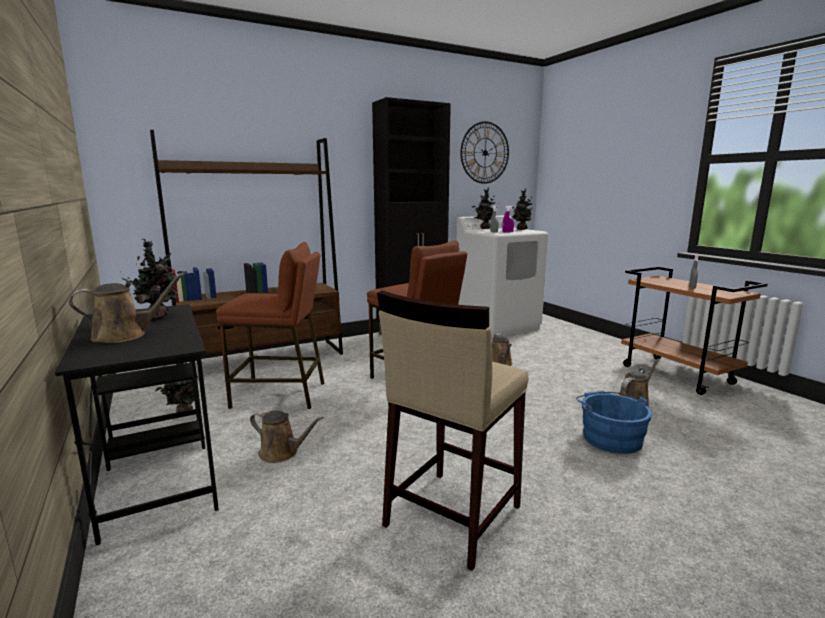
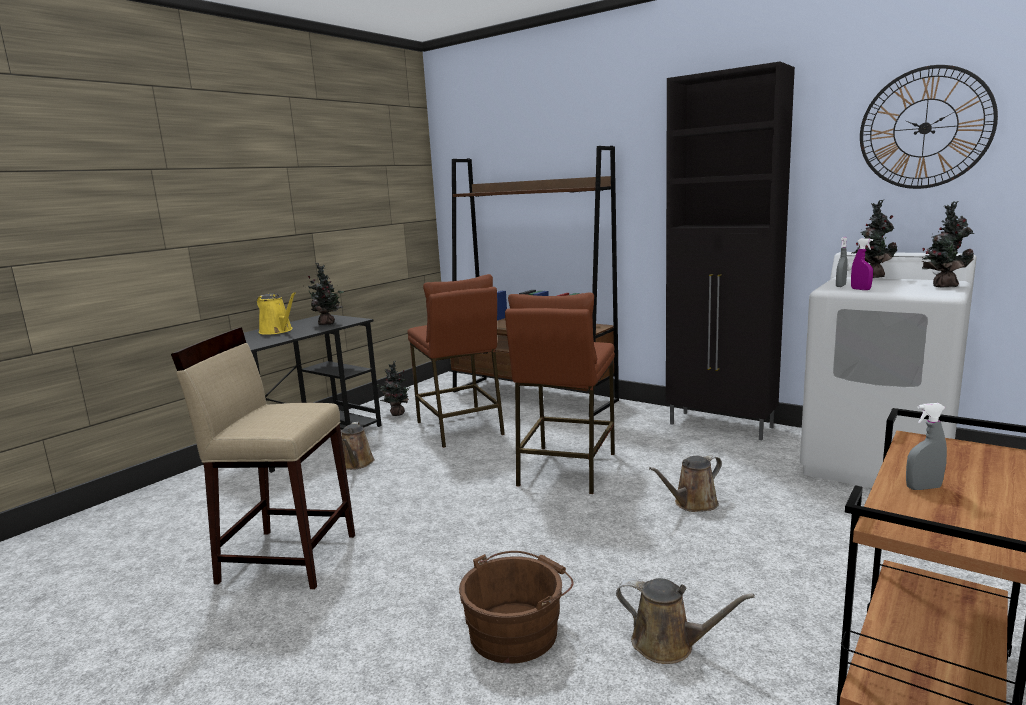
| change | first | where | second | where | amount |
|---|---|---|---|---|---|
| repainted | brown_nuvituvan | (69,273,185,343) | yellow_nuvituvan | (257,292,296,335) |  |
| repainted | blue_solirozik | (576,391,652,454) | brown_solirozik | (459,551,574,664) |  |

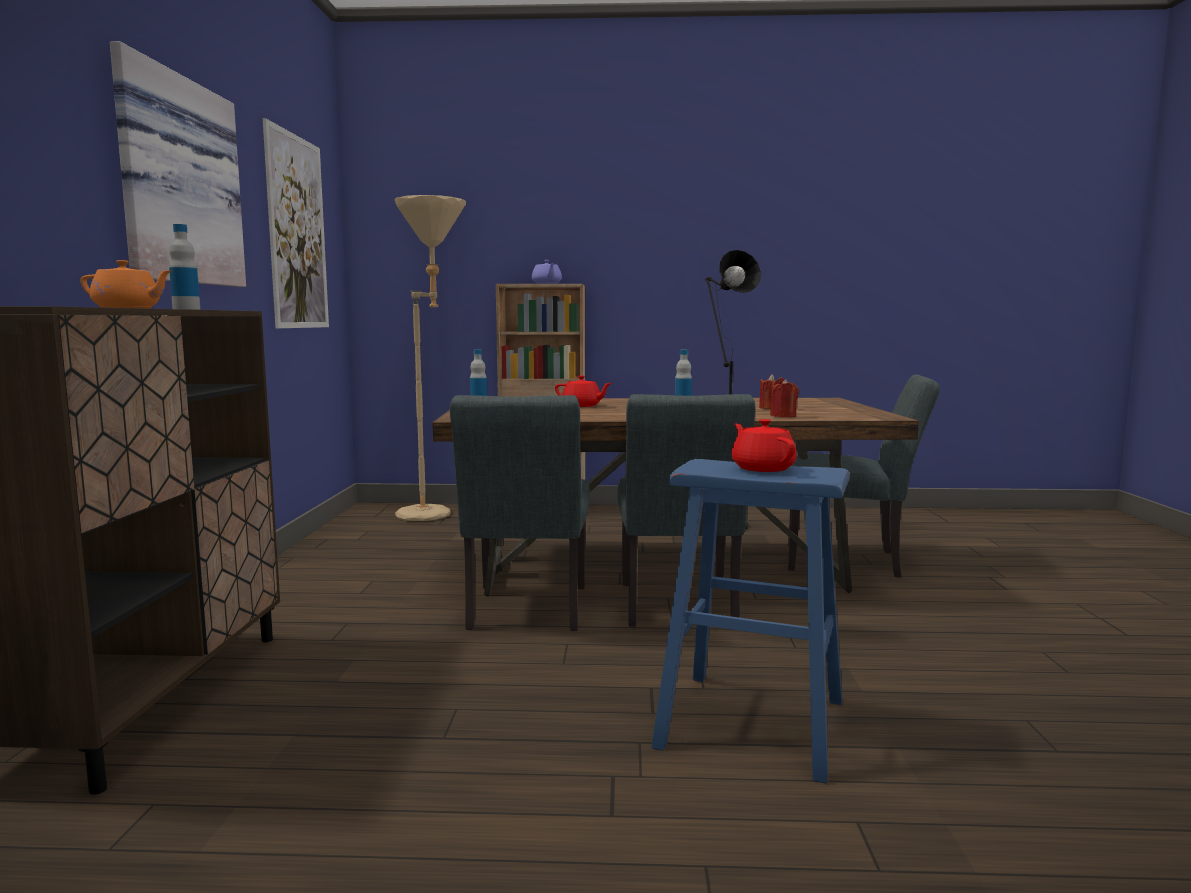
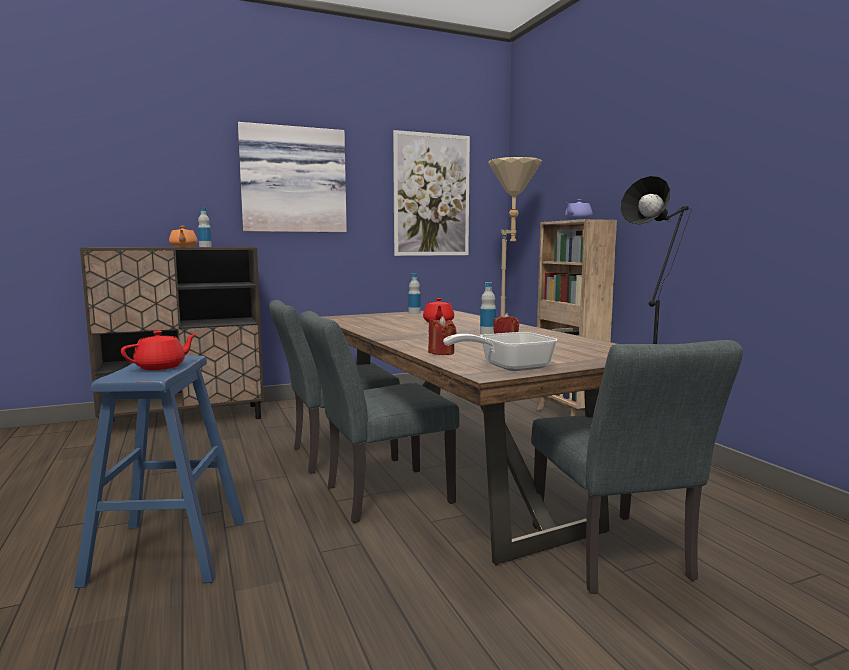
| change | first | where | second | where | amount |
|---|---|---|---|---|---|
| new |  |  | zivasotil | (443,332,558,371) |  |

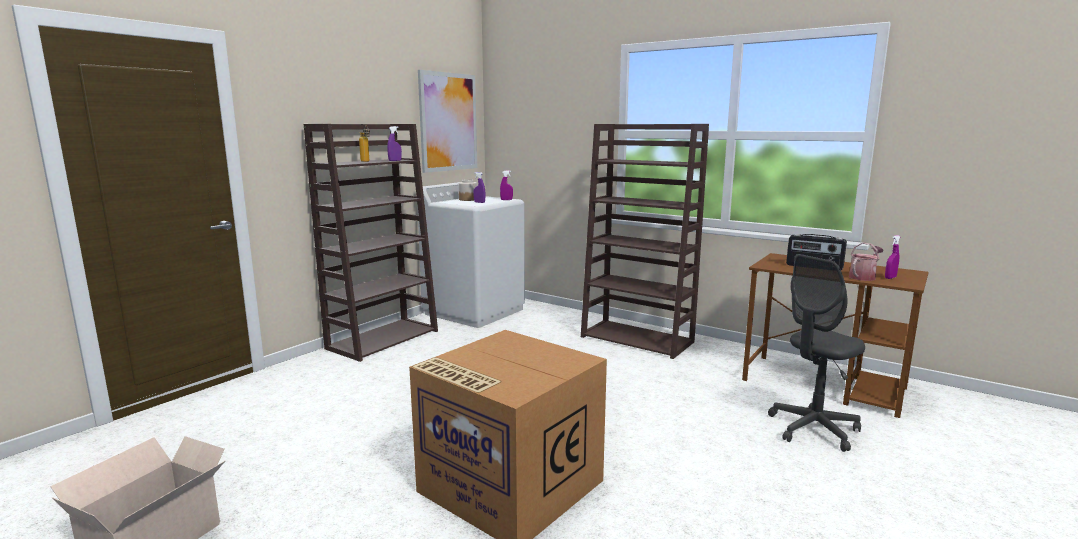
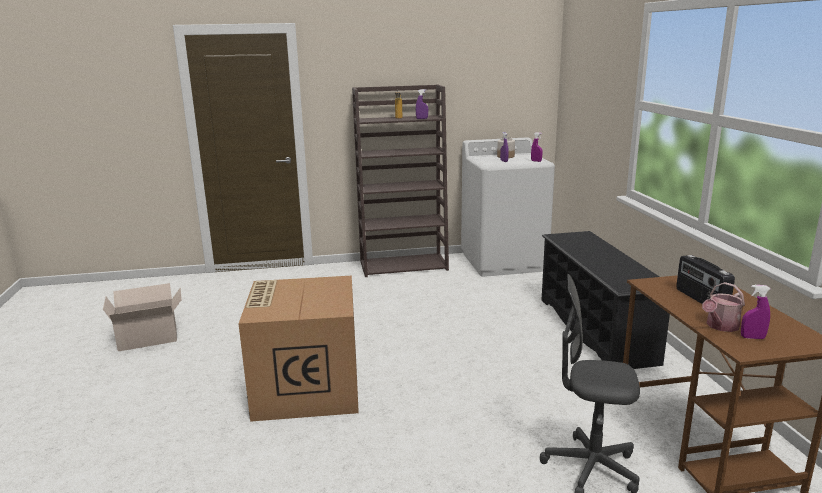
| change | first | where | second | where | amount |
|---|---|---|---|---|---|
| gone | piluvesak | (418,70,477,173) |  |  |  |
| swapped | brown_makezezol | (581,124,709,359) | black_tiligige | (541,231,670,369) |  |
| rotated | nuvituvan | (849,243,884,281) |  | (702,282,745,332) | 135 degrees clockwise |

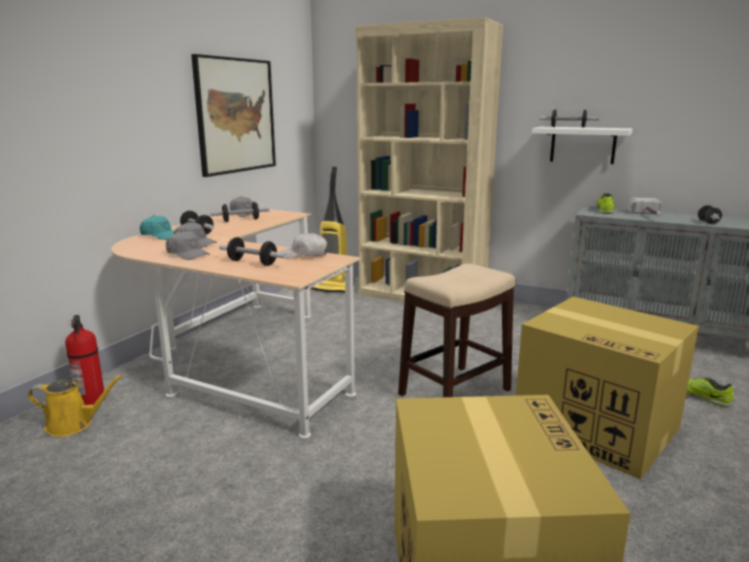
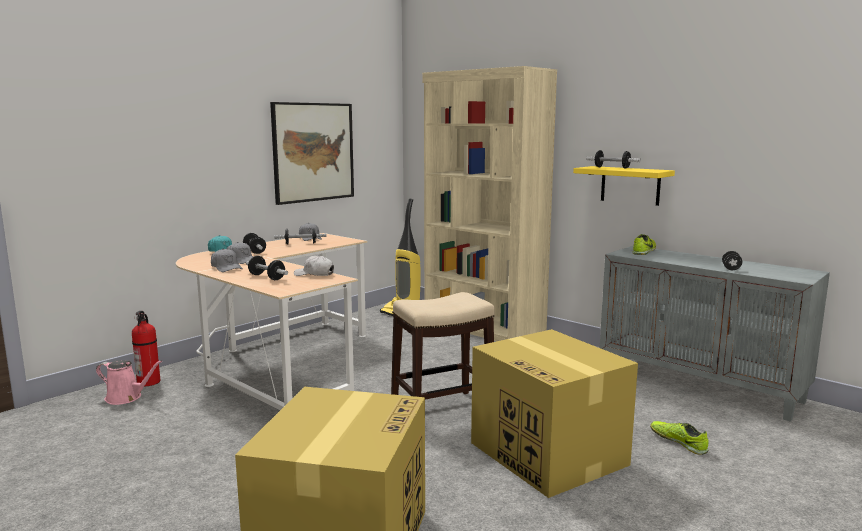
| change | first | where | second | where | amount |
|---|---|---|---|---|---|
| gone | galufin | (628,198,662,216) |  |  |  |
| repainted | yellow_nuvituvan | (28,375,123,437) | pink_nuvituvan | (96,360,162,405) |  |
| repainted | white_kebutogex | (532,127,632,164) | yellow_kebutogex | (573,166,675,206) |  |

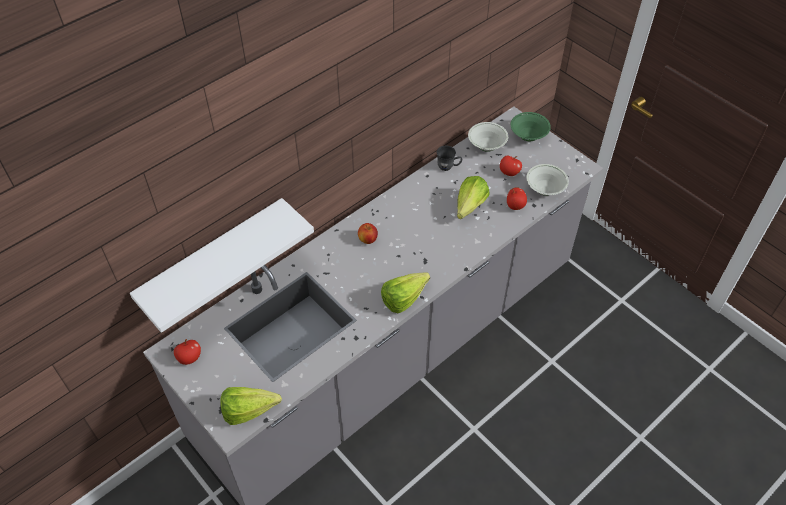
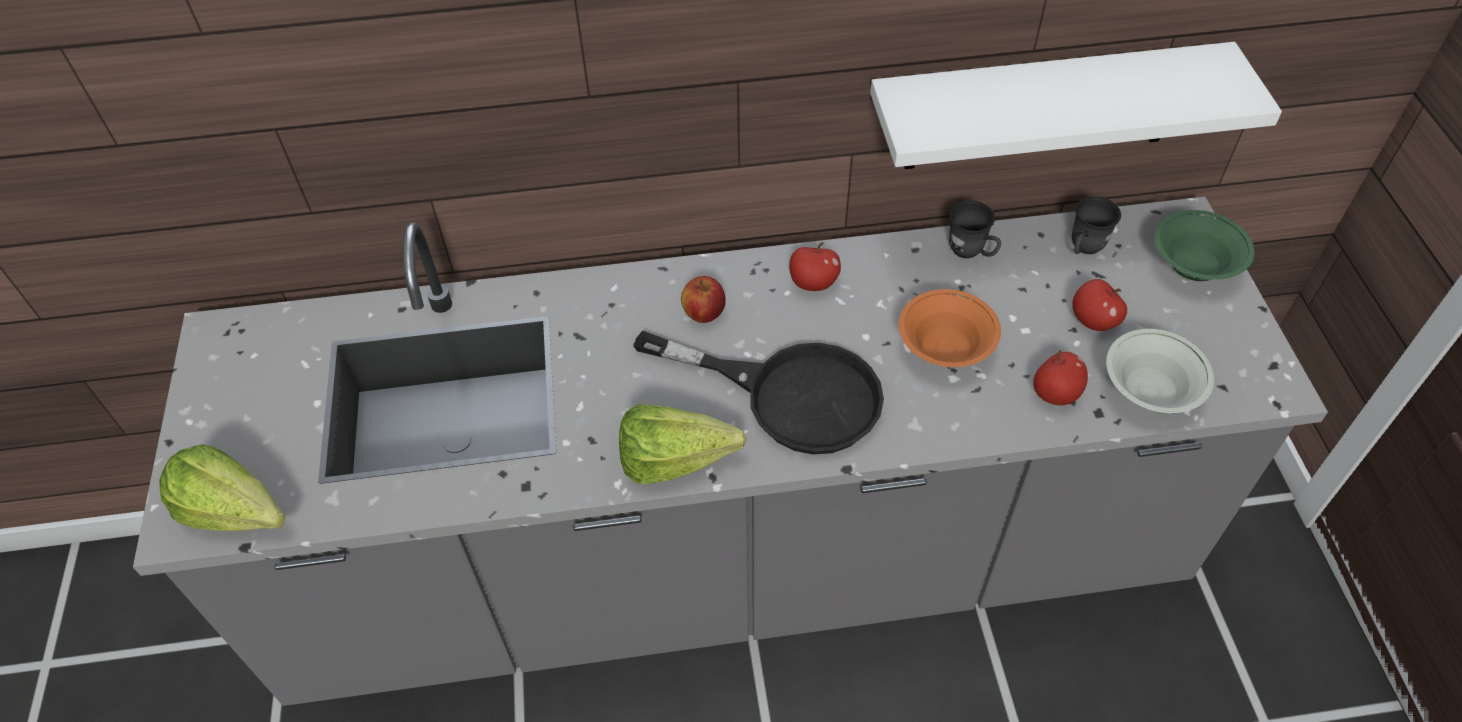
| change | first | where | second | where | amount |
|---|---|---|---|---|---|
| new |  |  | black_zivasotil | (633,331,884,454) |  |
| shifted | white_kebutogex | (130,198,314,333) |  | (870,42,1282,169) |  |
| shifted | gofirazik | (174,339,201,365) |  | (789,242,841,291) |  |
| swapped | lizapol | (457,176,490,220) | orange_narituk | (899,289,1001,367) |  |
| swapped | white_narituk | (468,122,508,152) | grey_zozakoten | (1072,196,1121,254) |  |

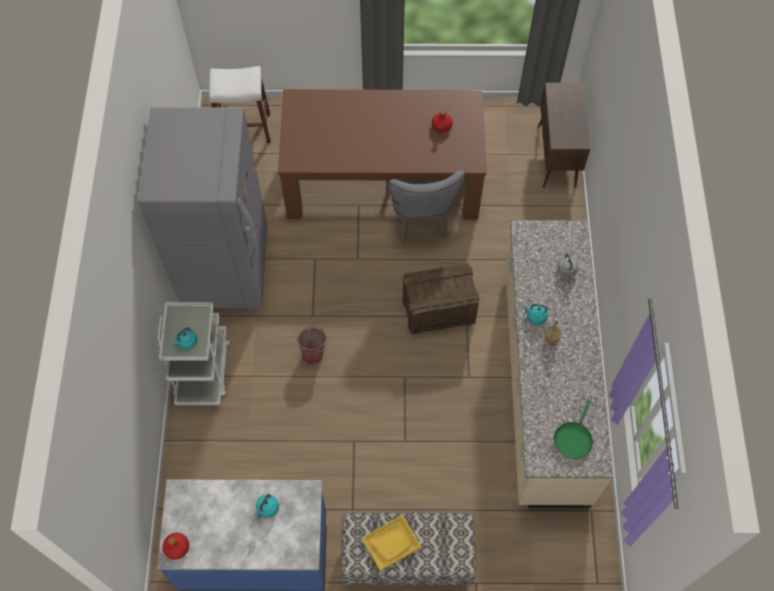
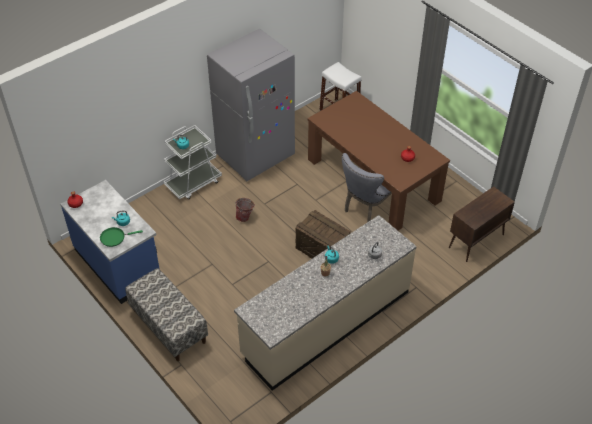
| change | first | where | second | where | amount |
|---|---|---|---|---|---|
| gone | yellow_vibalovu | (362,515,421,571) |  |  |  |
| shifted | green_zivasotil | (554,399,593,459) |  | (100,227,143,247) |  |

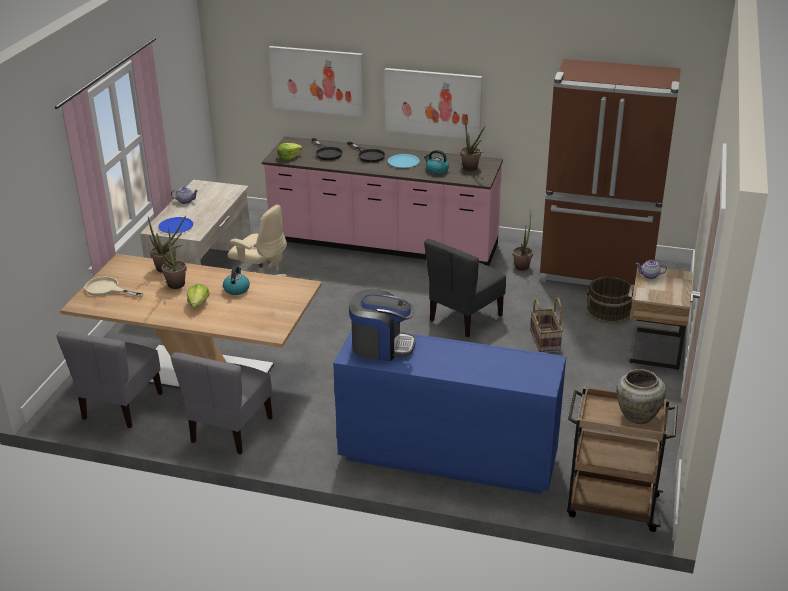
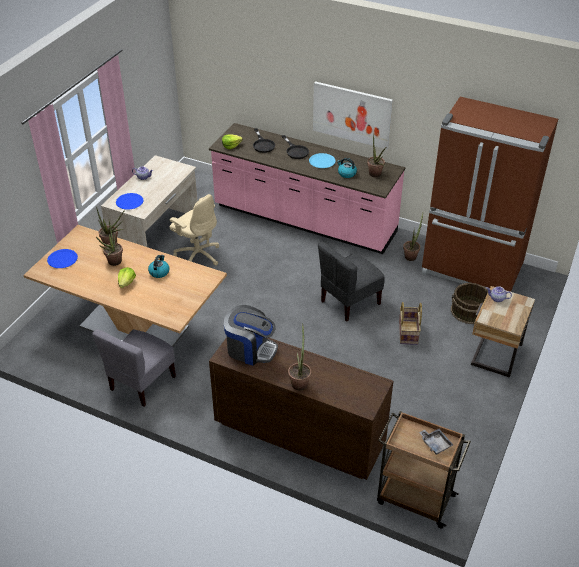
| change | first | where | second | where | amount |
|---|---|---|---|---|---|
| gone | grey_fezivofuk | (57,331,163,428) |  |  |  |
| gone | piluvesak | (269,46,364,117) |  |  |  |
| new |  |  | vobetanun | (288,323,311,391) |  |
| swapped | beige_zivasotil | (84,277,144,298) | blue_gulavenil | (47,249,78,268) |  |
| swapped | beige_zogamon | (616,369,666,424) | grey_vibalovu | (419,429,453,455) |  |
| repainted | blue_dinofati | (333,330,566,494) | brown_dinofati | (209,337,393,480) |  |

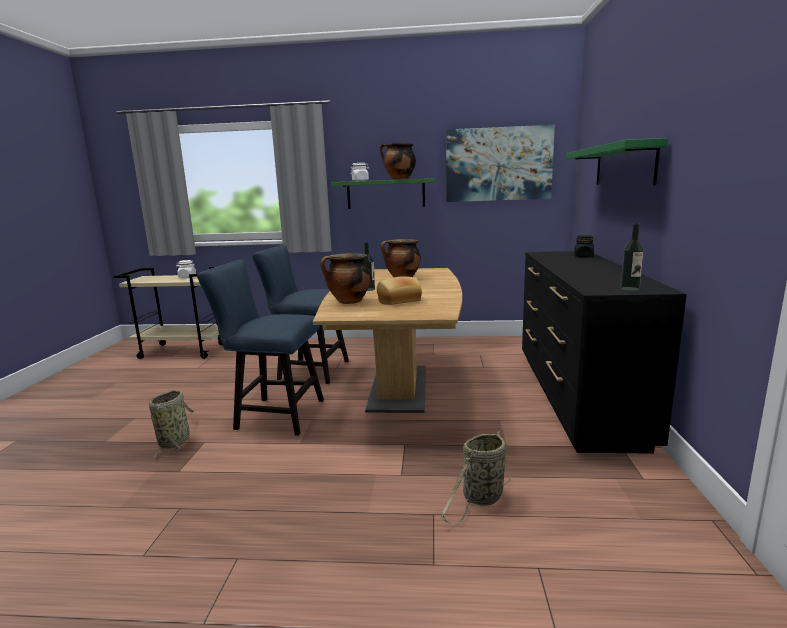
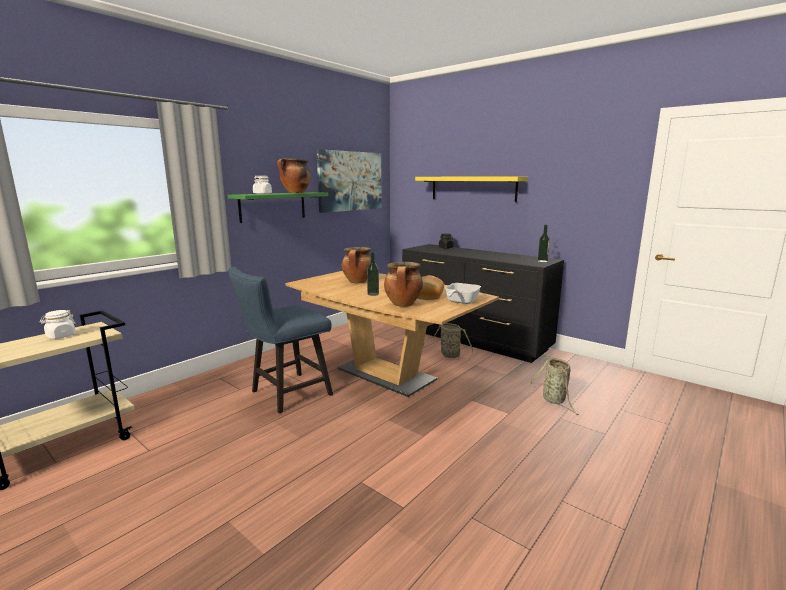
| change | first | where | second | where | amount |
|---|---|---|---|---|---|
| gone | blue_fezivofuk | (197,259,324,436) |  |  |  |
| new |  |  | zivasotil | (445,283,481,304) |  |
| shifted | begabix | (149,390,194,458) |  | (423,323,473,359) |  |
| repainted | green_kebutogex | (566,138,668,185) | yellow_kebutogex | (415,176,528,202) |  |

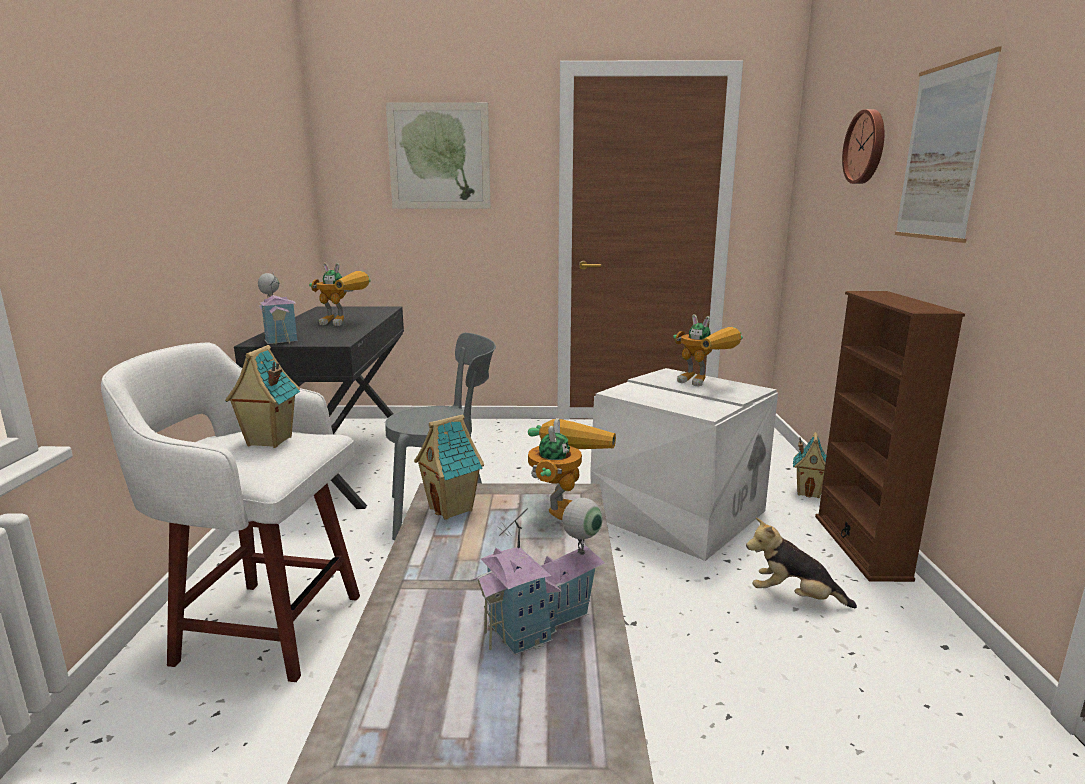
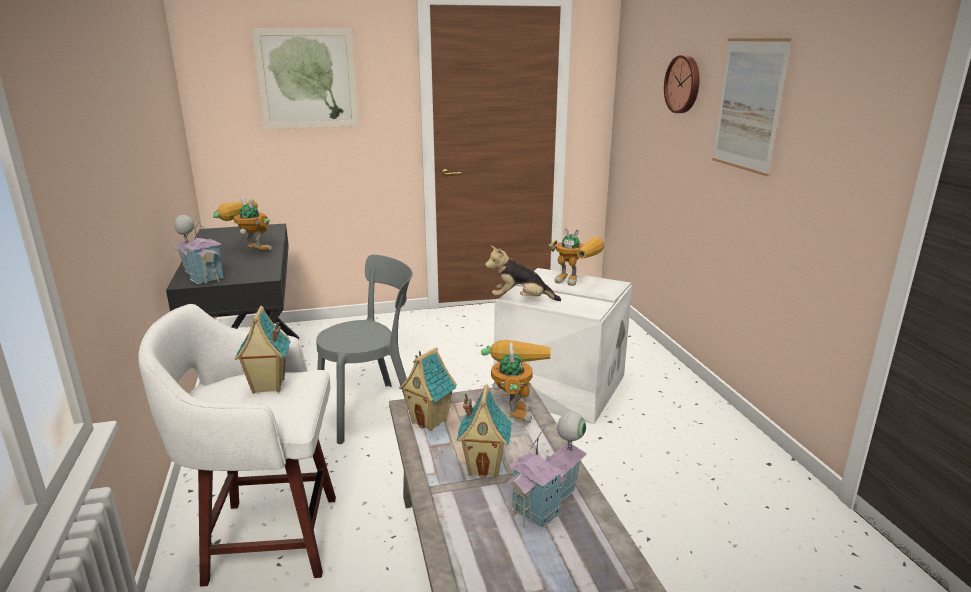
| change | first | where | second | where | amount |
|---|---|---|---|---|---|
| gone | brown_makezezol | (815,291,965,582) |  |  |  |
| shifted | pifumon | (746,518,857,608) |  | (485,245,561,301) |  |
| shifted | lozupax | (793,432,826,498) |  | (456,384,512,478) |  |
| rotated | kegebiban | (309,263,371,326) |  | (213,197,272,250) | 150 degrees counterclockwise |

